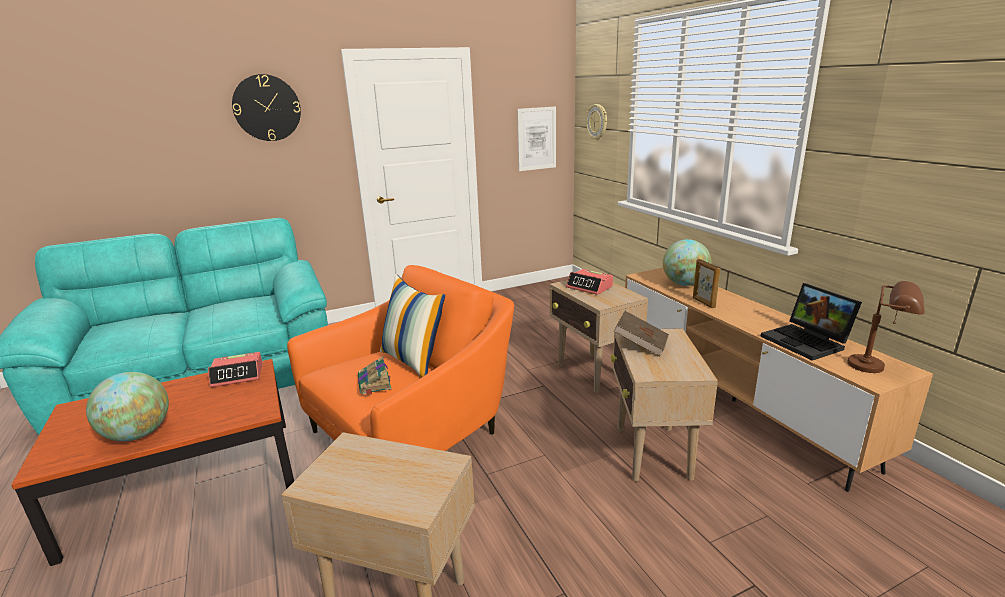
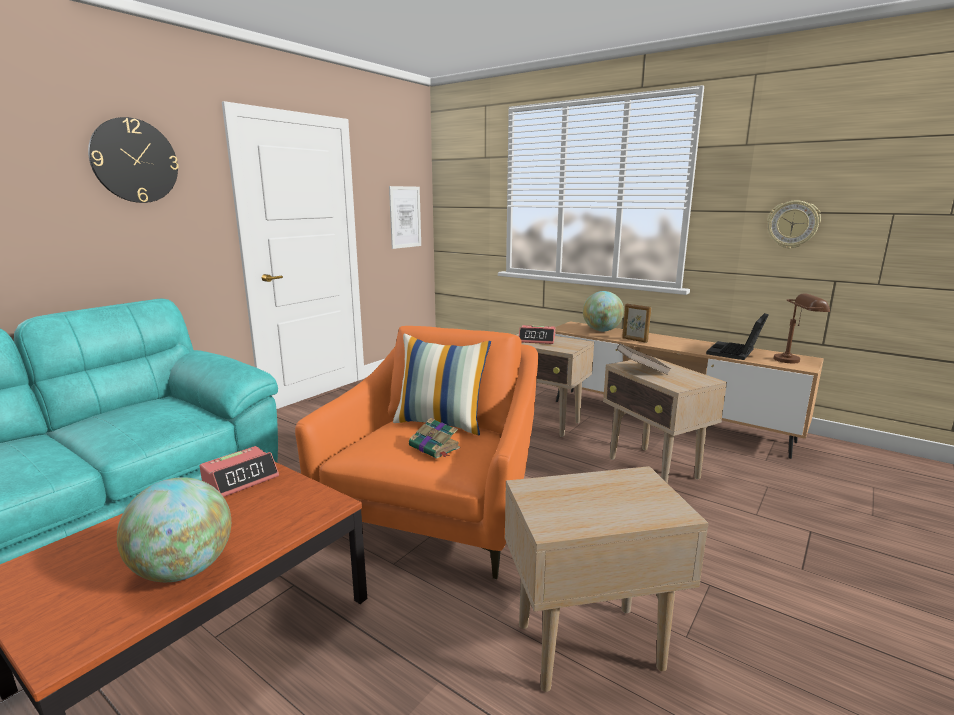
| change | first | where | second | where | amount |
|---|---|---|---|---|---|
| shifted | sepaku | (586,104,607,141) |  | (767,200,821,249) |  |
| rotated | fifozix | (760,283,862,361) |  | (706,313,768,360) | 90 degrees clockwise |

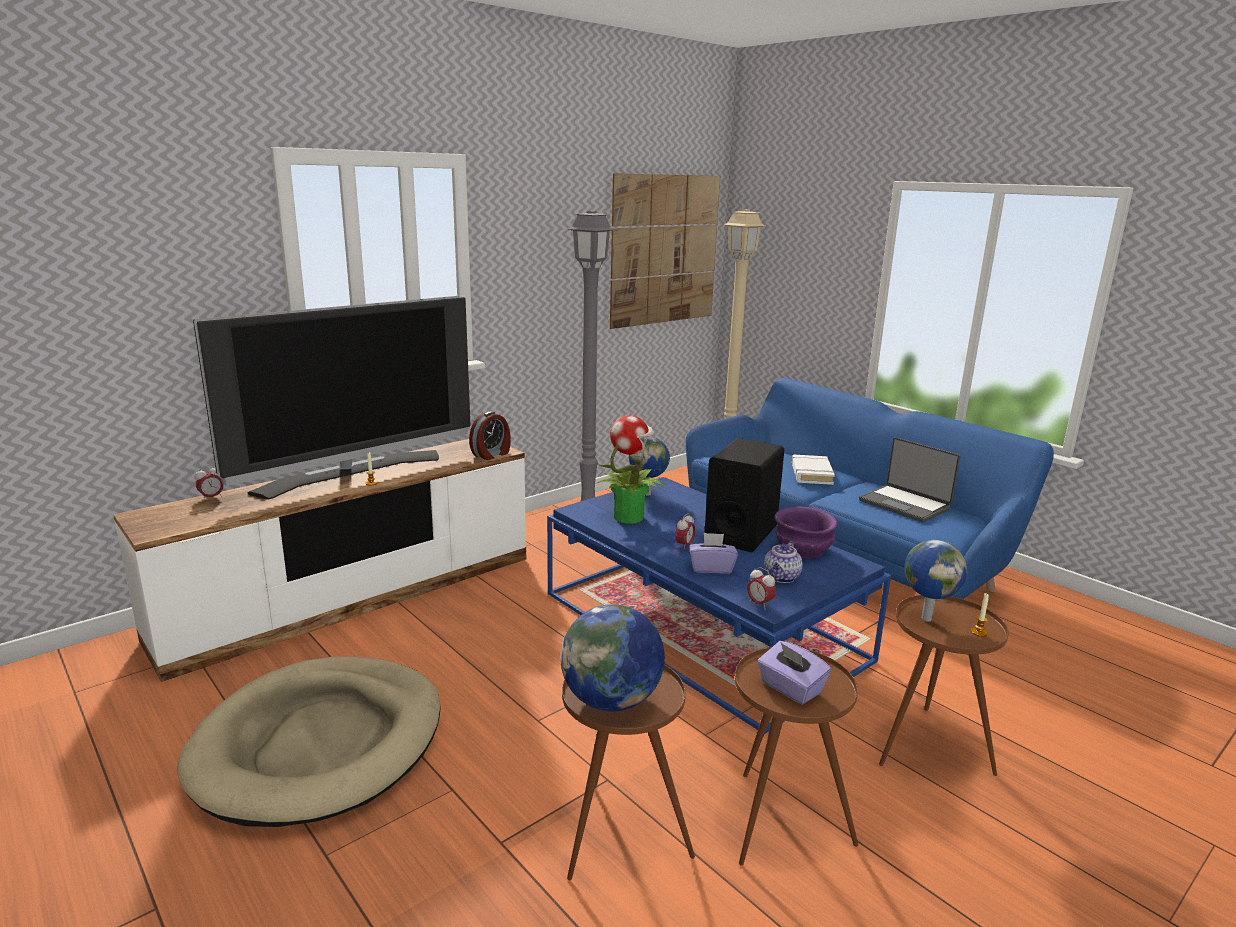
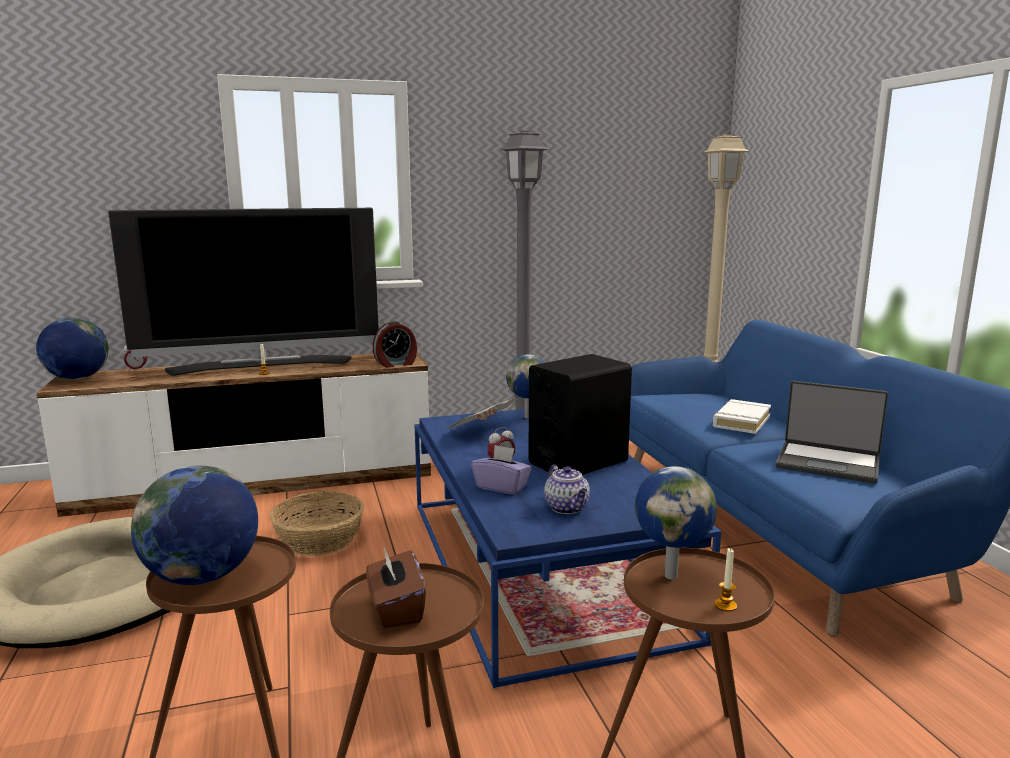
| change | first | where | second | where | amount |
|---|---|---|---|---|---|
| gone | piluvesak | (610,173,720,329) |  |  |  |
| gone | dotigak | (747,567,776,610) |  |  |  |
| gone | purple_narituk | (774,506,837,559) |  |  |  |
| new |  |  | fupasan | (36,317,109,380) |  |
| new |  |  | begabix | (270,491,364,556) |  |
| swapped | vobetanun | (598,415,665,524) | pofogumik | (448,398,518,429) |  |
| repainted | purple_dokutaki | (757,641,831,705) | brown_dokutaki | (366,547,426,629) |  |
| rotated | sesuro | (764,541,803,583) |  | (544,465,590,514) | 75 degrees counterclockwise |
| rotated | fifozix | (859,437,961,522) |  | (775,381,888,484) | 45 degrees counterclockwise |

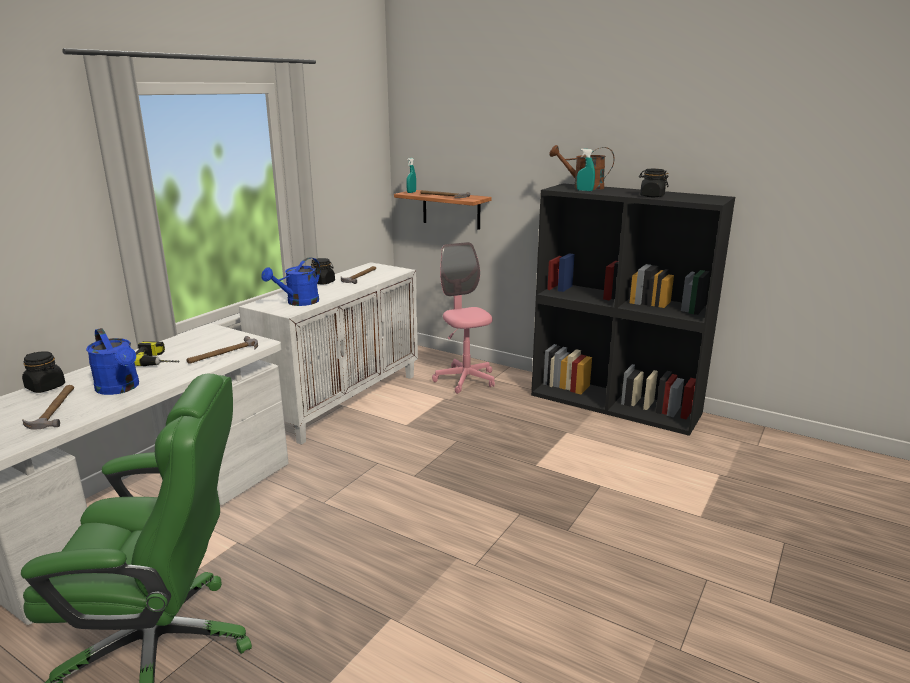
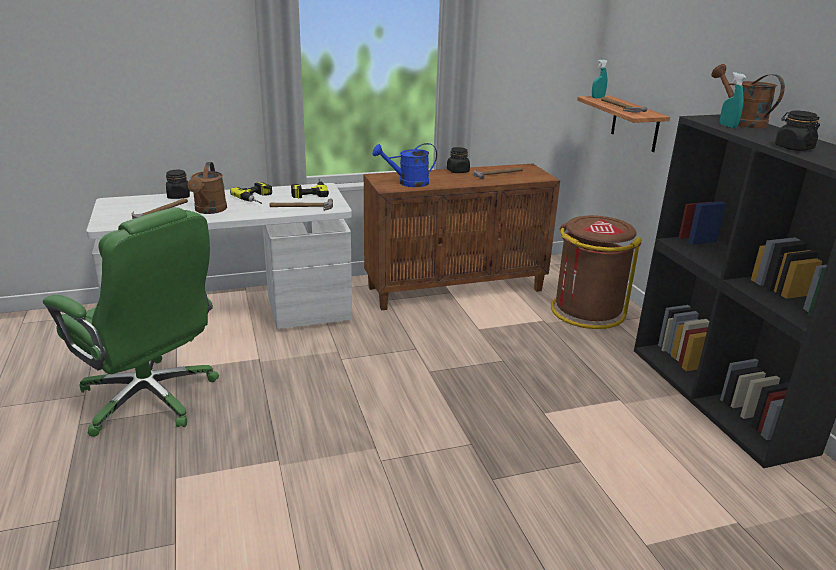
| change | first | where | second | where | amount |
|---|---|---|---|---|---|
| new |  |  | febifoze | (291,179,329,199) |  |
| swapped | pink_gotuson | (432,242,495,394) | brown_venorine | (551,215,642,329) |  |
| repainted | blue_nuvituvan | (86,328,139,395) | brown_nuvituvan | (188,162,227,214) |  |
| repainted | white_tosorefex | (239,262,418,445) | brown_tosorefex | (364,164,560,311) |  |

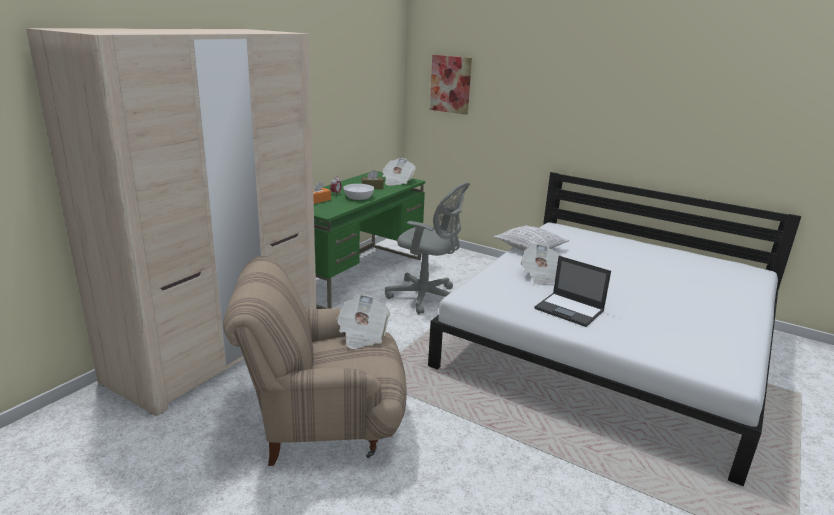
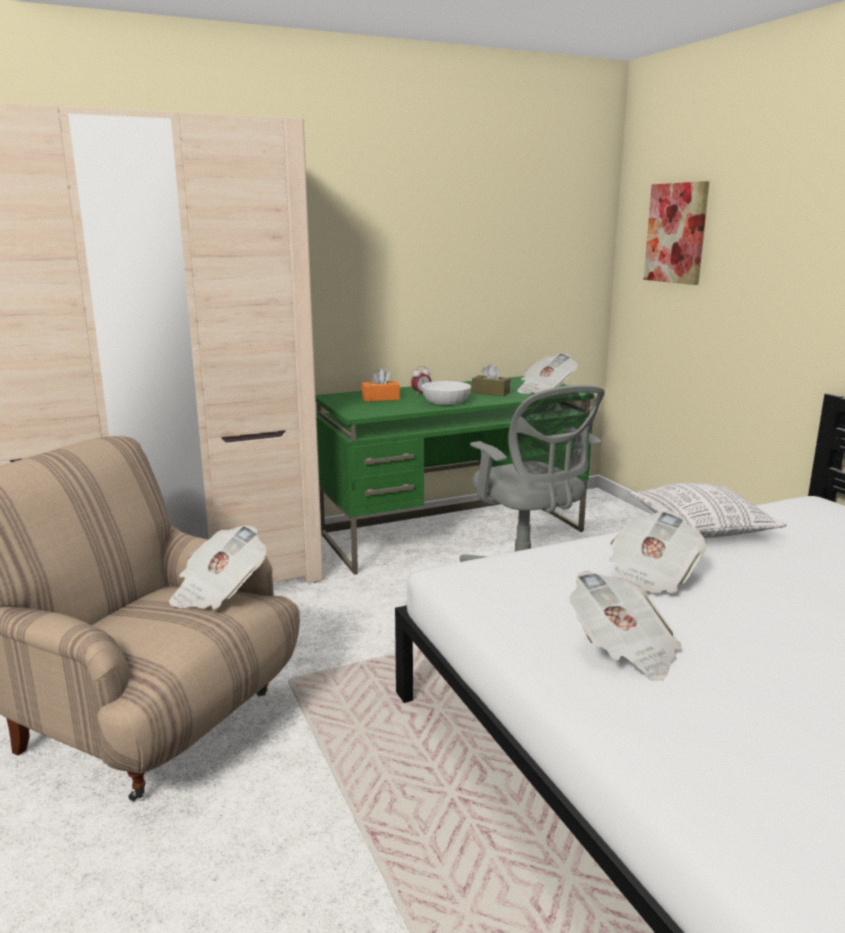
| change | first | where | second | where | amount |
|---|---|---|---|---|---|
| swapped | fifozix | (534,256,611,327) | pofogumik | (569,571,682,681) |  |

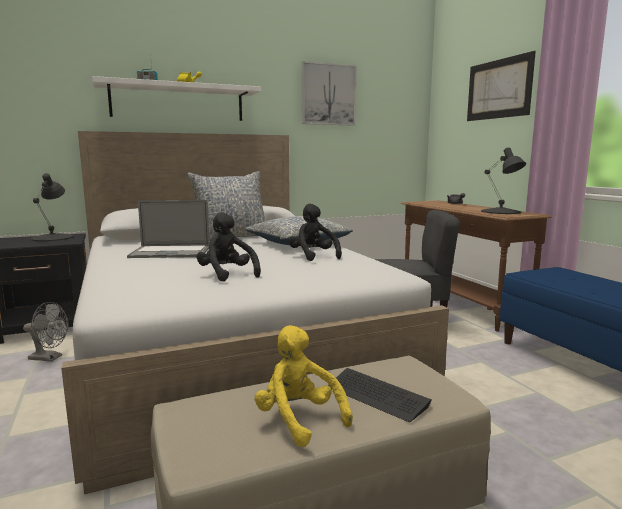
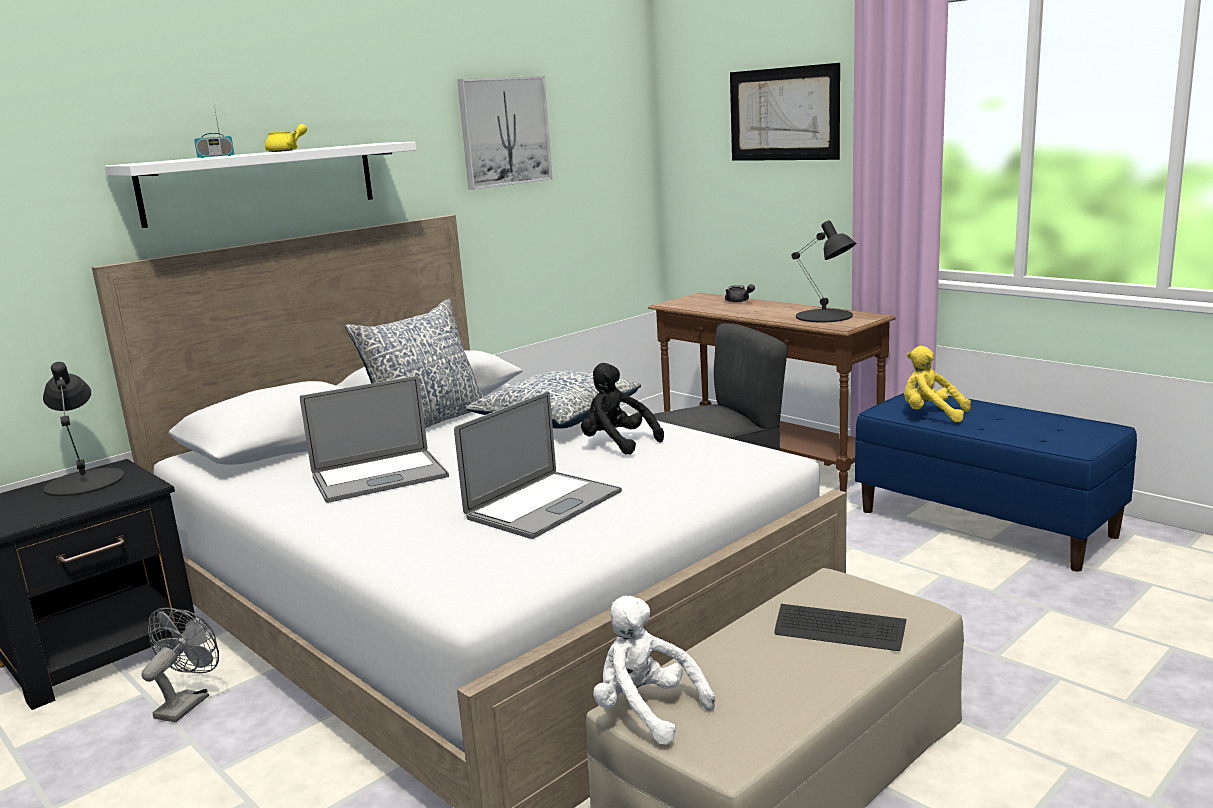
| change | first | where | second | where | amount |
|---|---|---|---|---|---|
| new |  |  | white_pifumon | (593,596,715,744) |  |
| shifted | yellow_pifumon | (254,325,353,447) |  | (904,346,971,422) |  |
| swapped | black_pifumon | (196,212,261,282) | fifozix | (454,391,622,539) |  |
| rotated | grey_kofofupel | (23,302,69,362) |  | (142,608,219,722) | 60 degrees counterclockwise |

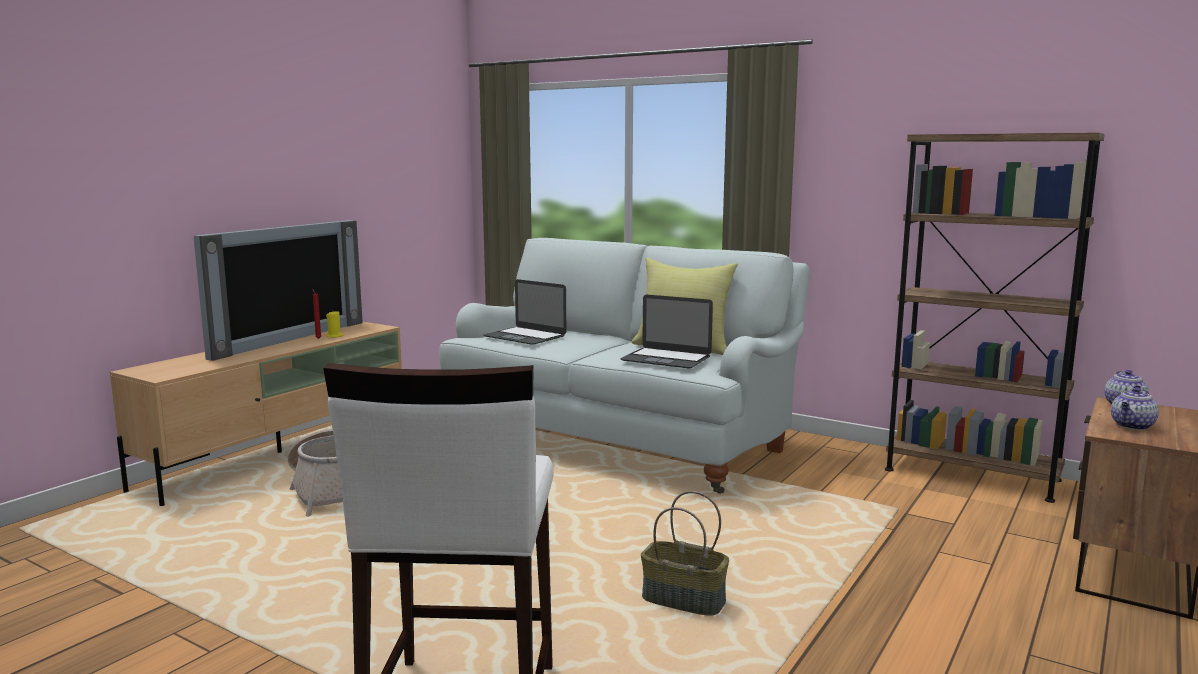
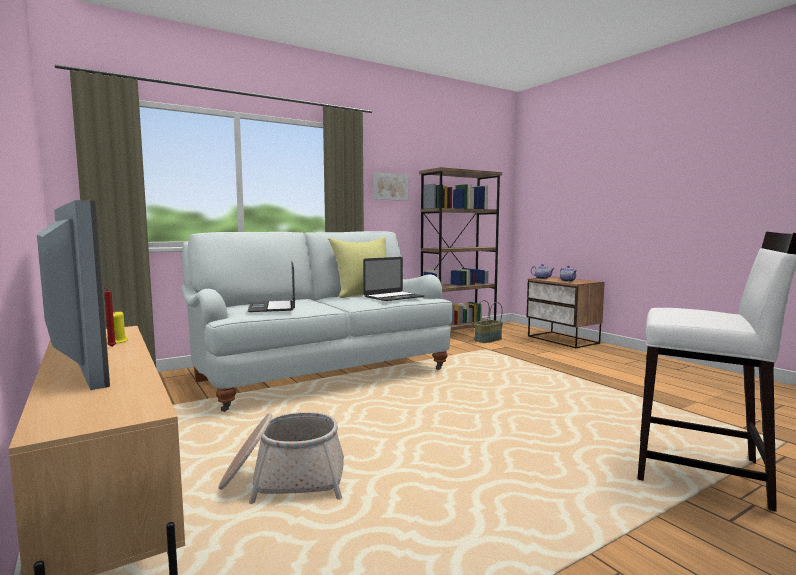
| change | first | where | second | where | amount |
|---|---|---|---|---|---|
| new |  |  | piluvesak | (373,172,408,201) |  |
| shifted | begabix | (641,491,729,615) |  | (474,300,503,343) |  |
| rotated | fifozix | (484,279,566,345) |  | (247,262,295,312) | 105 degrees clockwise |

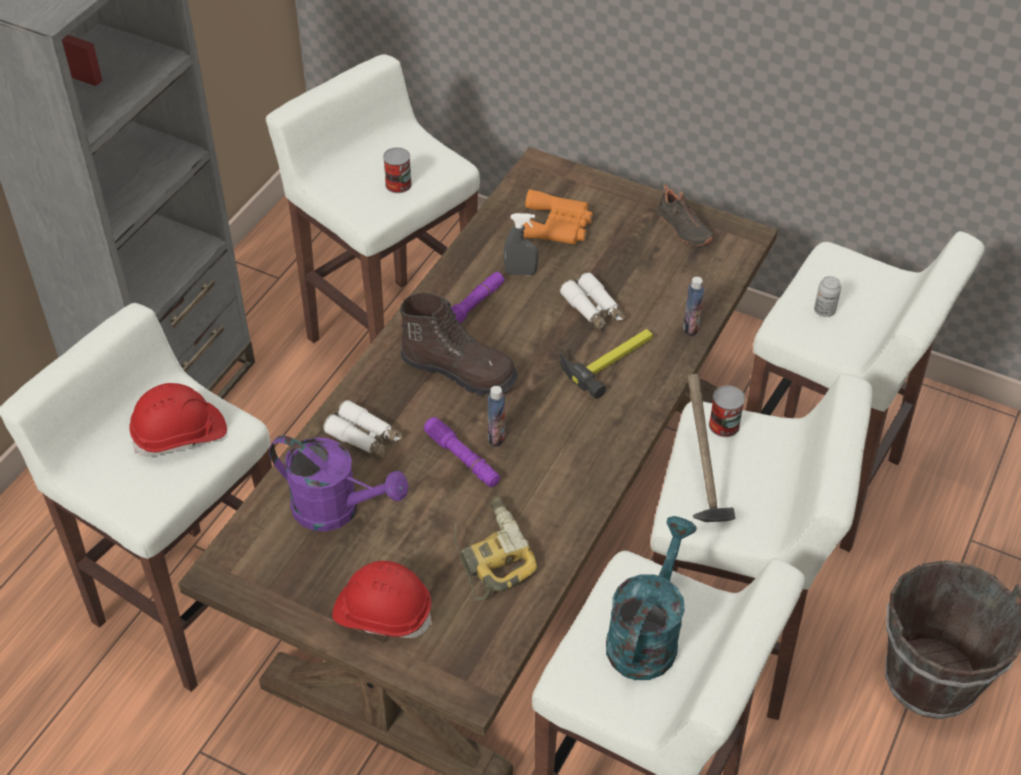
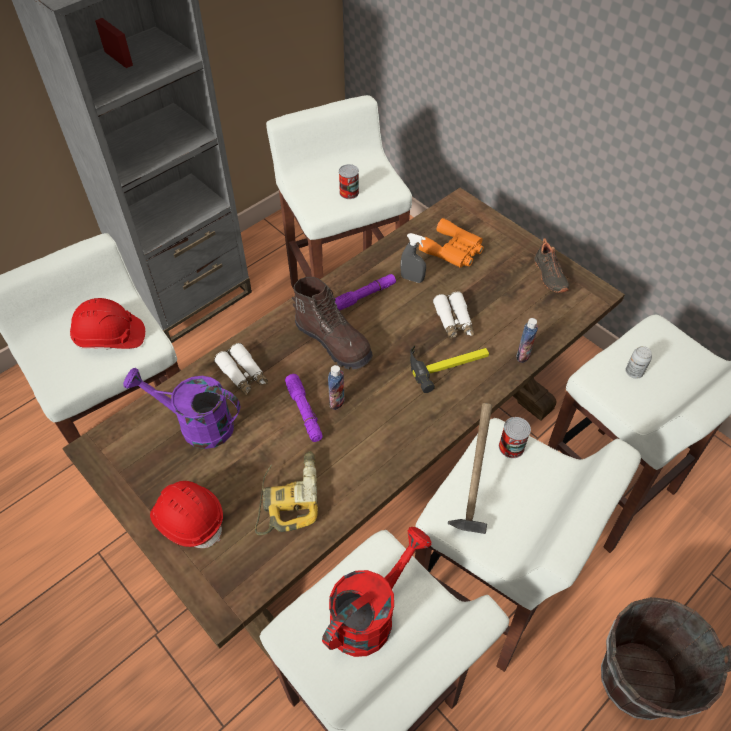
| change | first | where | second | where | amount |
|---|---|---|---|---|---|
| repainted | turquoise_nuvituvan | (606,516,697,680) | red_nuvituvan | (322,527,432,657) |  |
| rotated | purple_nuvituvan | (269,436,409,531) |  | (123,368,240,449) | 150 degrees clockwise |

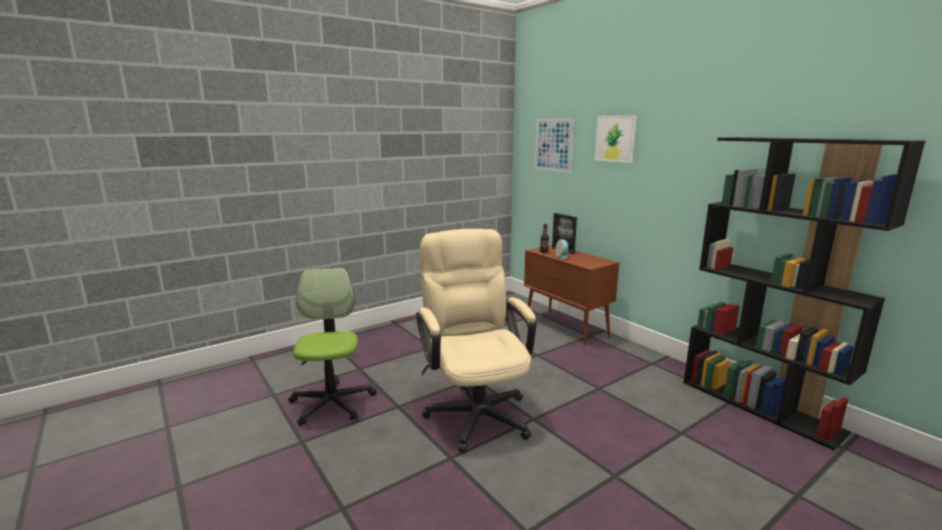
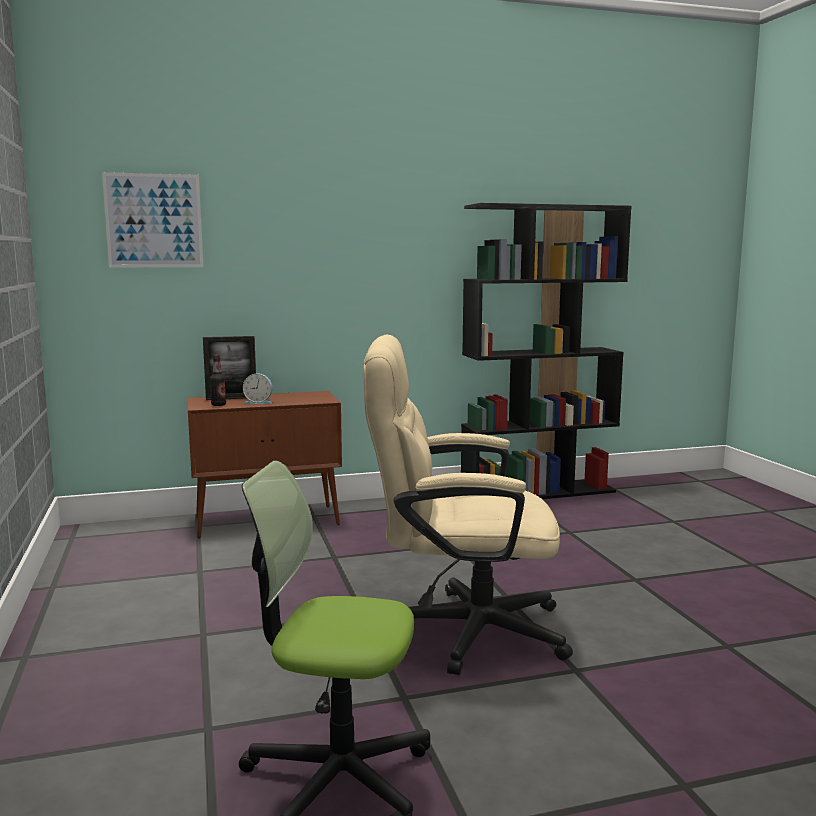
| change | first | where | second | where | amount |
|---|---|---|---|---|---|
| gone | piluvesak | (595,115,637,163) |  |  |  |

